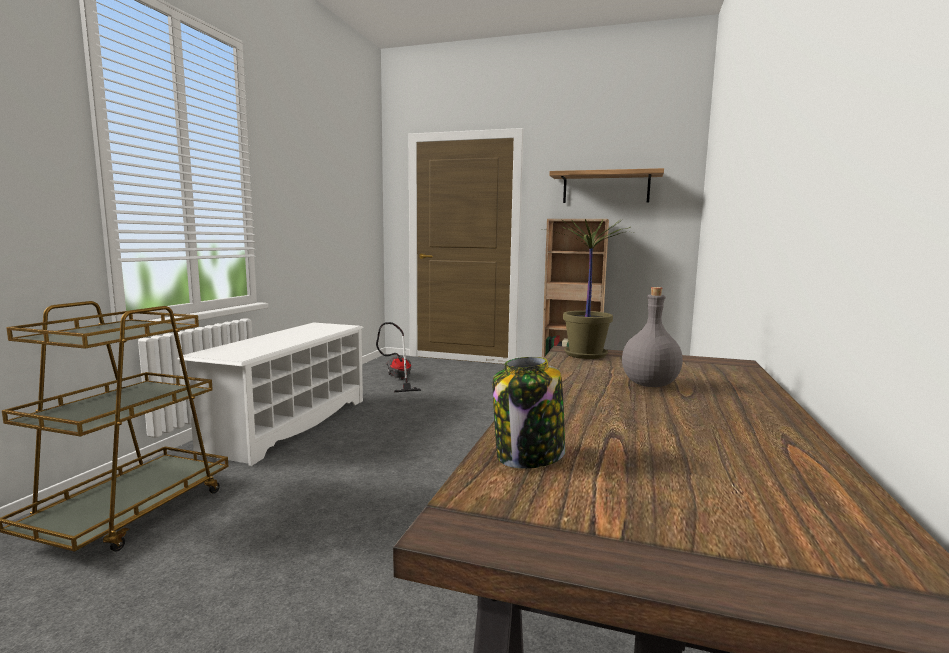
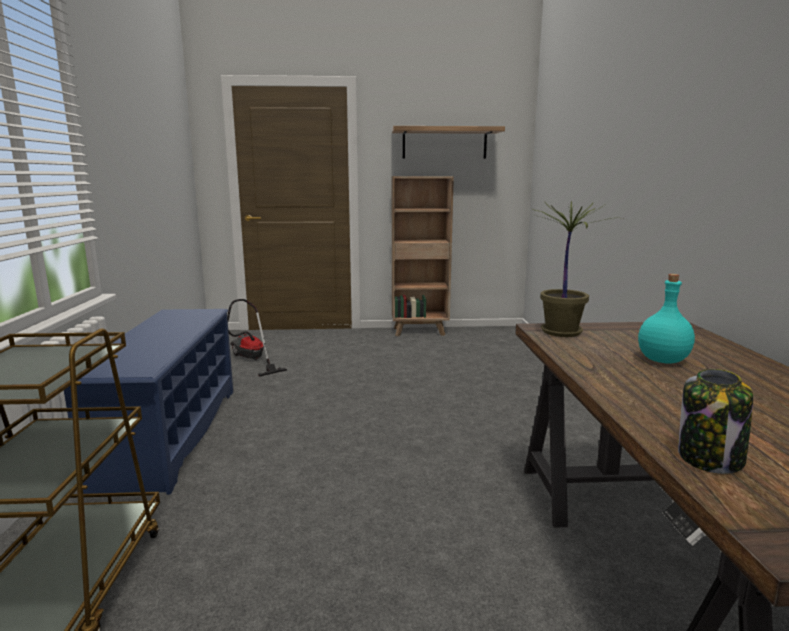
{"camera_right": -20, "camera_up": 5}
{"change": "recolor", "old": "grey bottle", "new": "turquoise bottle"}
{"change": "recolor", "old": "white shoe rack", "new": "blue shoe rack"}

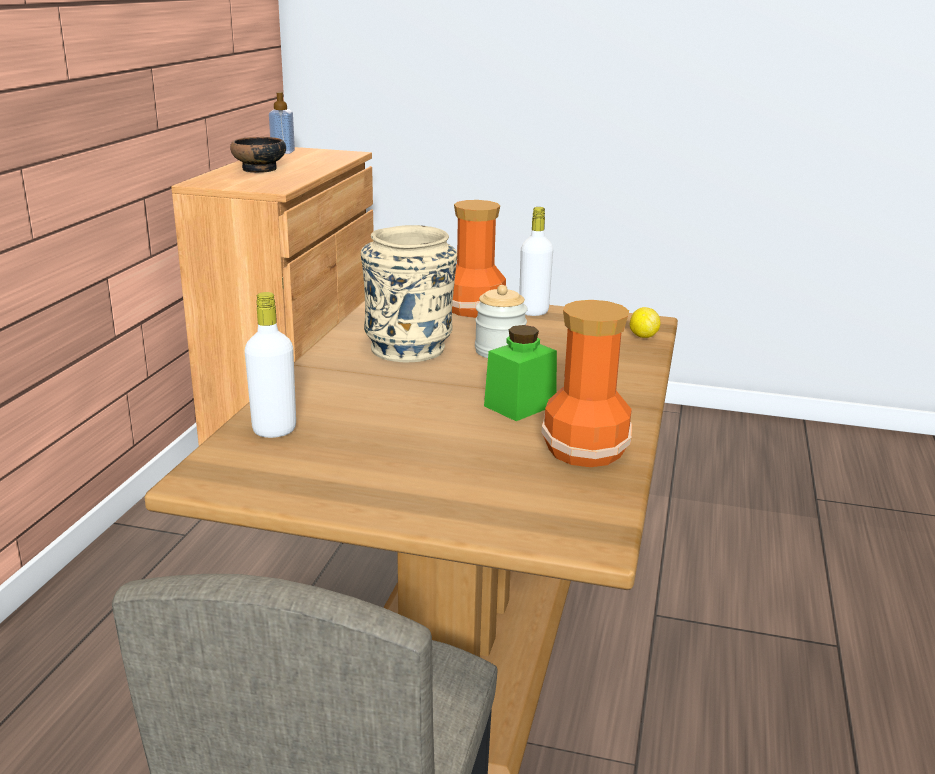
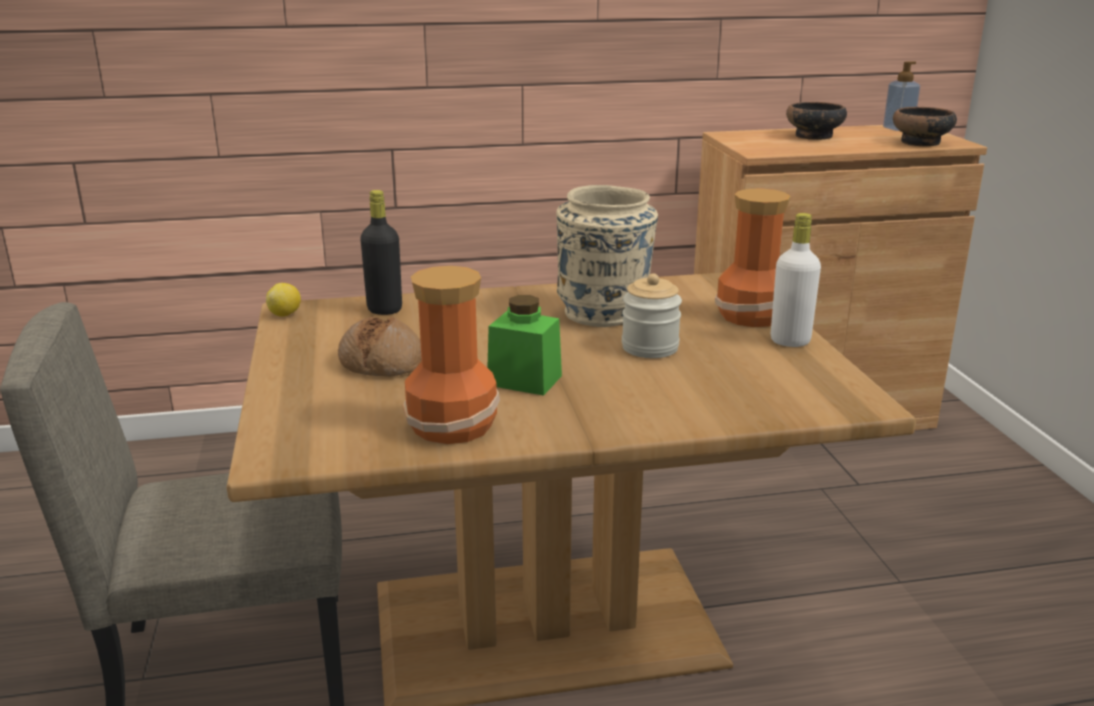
{"camera_right": 65, "camera_up": 0}
{"change": "recolor", "old": "white bottle (1st from left)", "new": "black bottle"}
{"change": "move", "old": "lemon"}
{"change": "insert", "new": "bowl (2nd from left)"}
{"change": "insert", "new": "bread"}

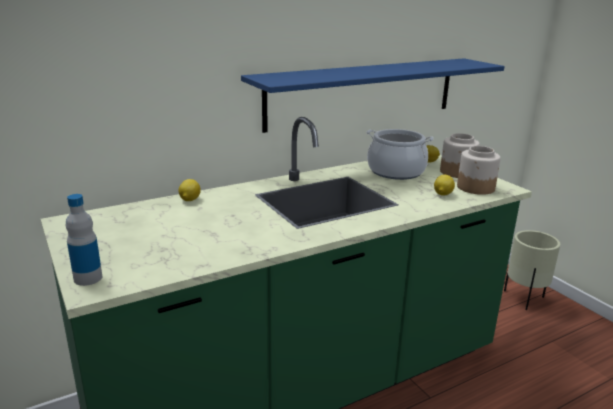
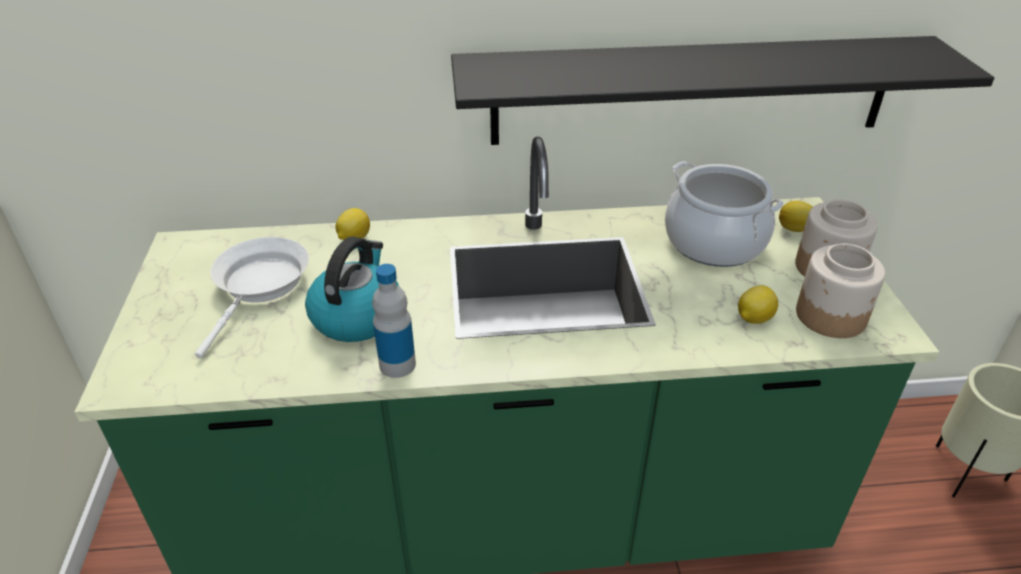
{"camera_right": 25, "camera_up": 15}
{"change": "recolor", "old": "blue shelf", "new": "black shelf"}
{"change": "move", "old": "bottle"}
{"change": "insert", "new": "white frying pan"}
{"change": "insert", "new": "kettle"}

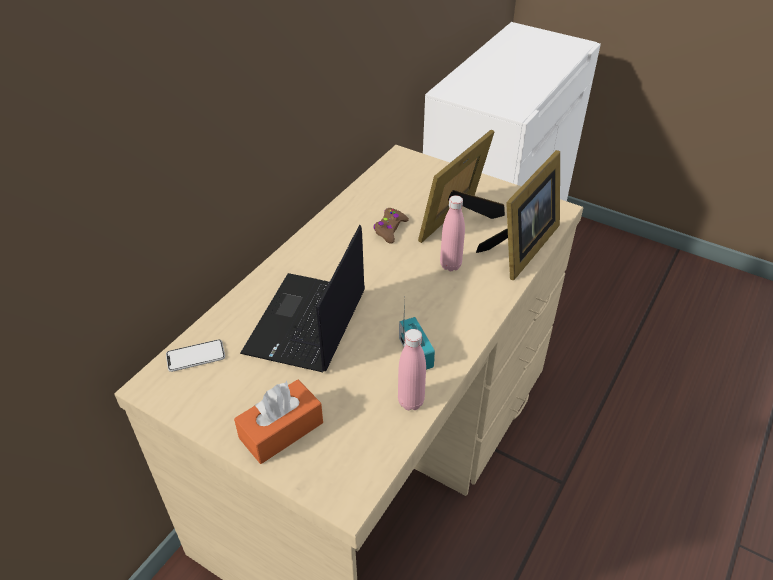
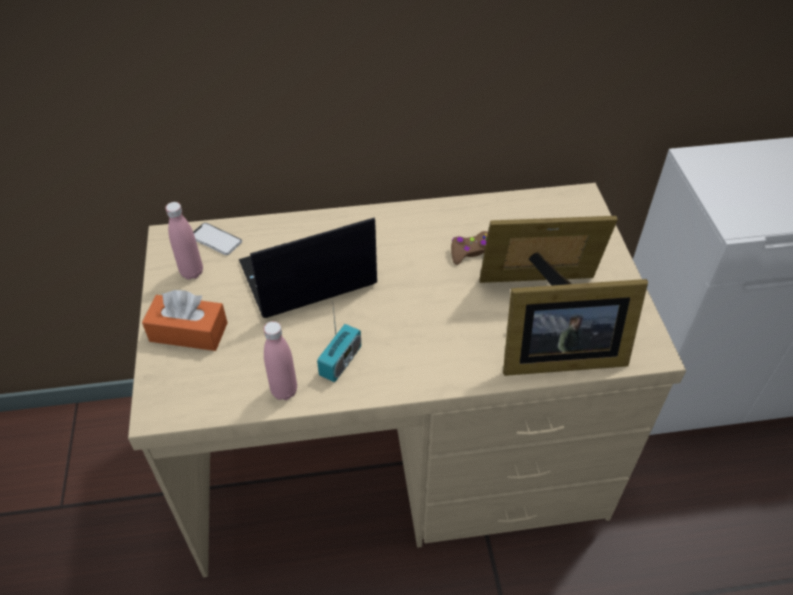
{"camera_right": 50, "camera_up": 5}
{"change": "move", "old": "pink bottle (2nd from left in the first image)", "new": "pink bottle (1st from left)"}

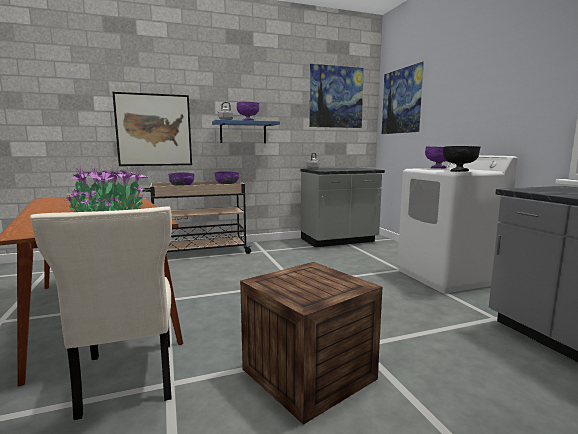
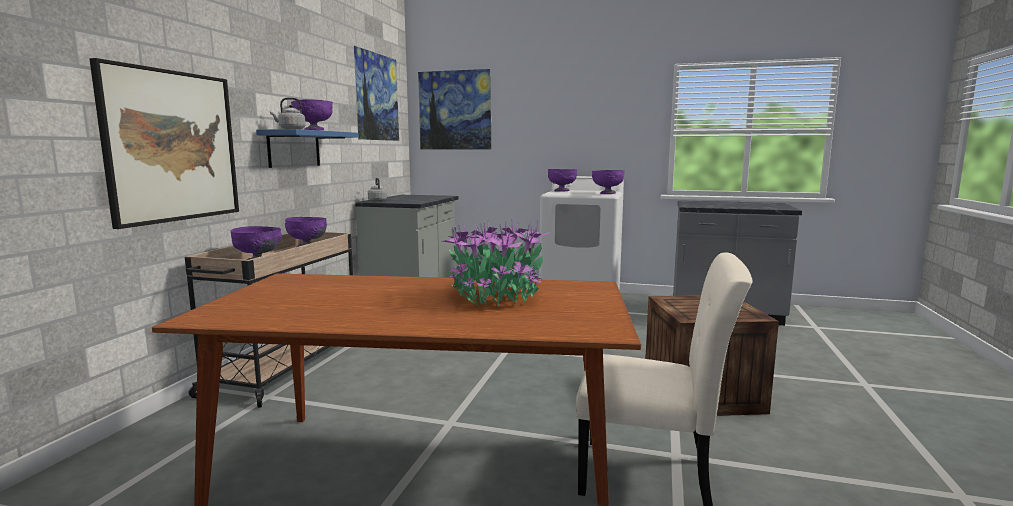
{"camera_right": -55, "camera_up": 0}
{"change": "recolor", "old": "black bowl", "new": "purple bowl (5th from left)"}

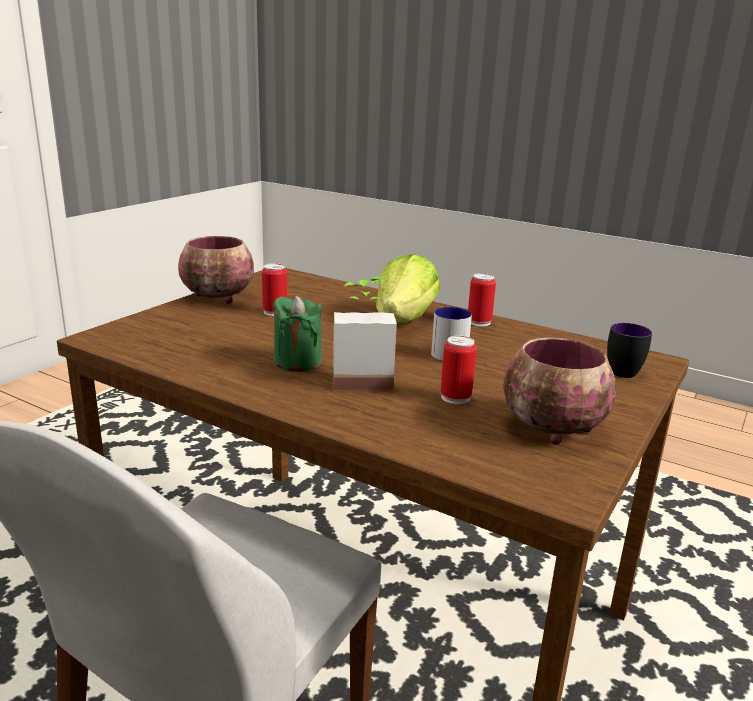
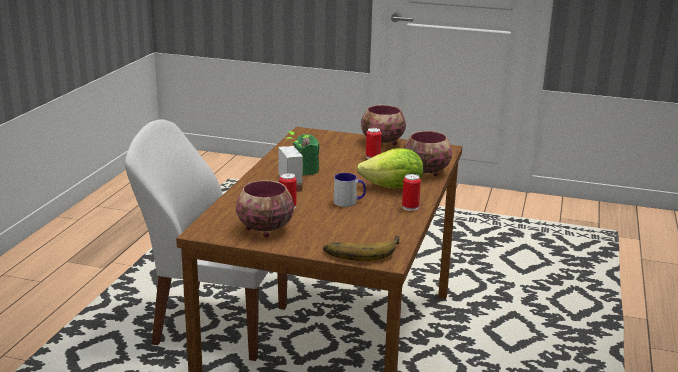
{"camera_right": 75, "camera_up": 0}
{"change": "replace", "old": "mug (2nd from left)", "new": "banana"}
{"change": "insert", "new": "bowl (3rd from left)"}

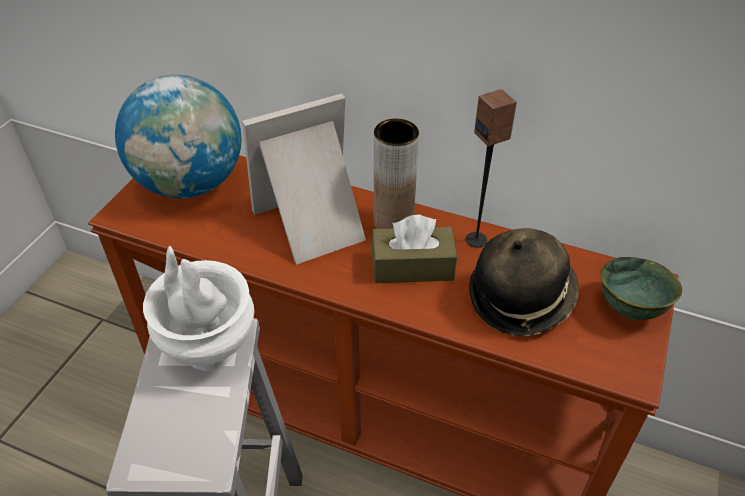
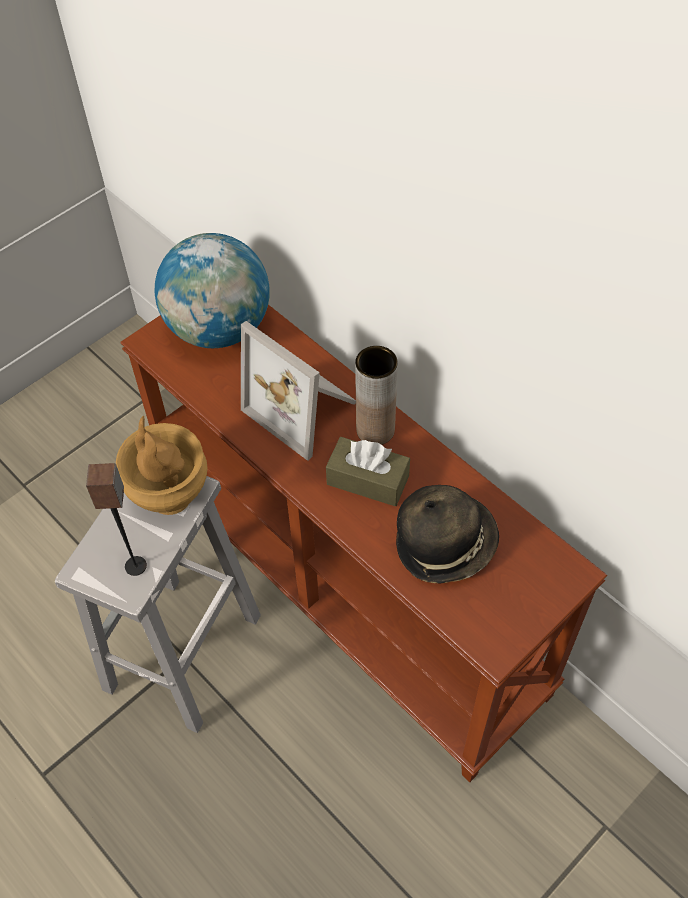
{"camera_right": 25, "camera_up": 10}
{"change": "move", "old": "speaker"}
{"change": "rotate", "old": "picture frame", "degrees": -135}
{"change": "recolor", "old": "white vase", "new": "brown vase (1st from left)"}
{"change": "delete", "old": "green bowl"}

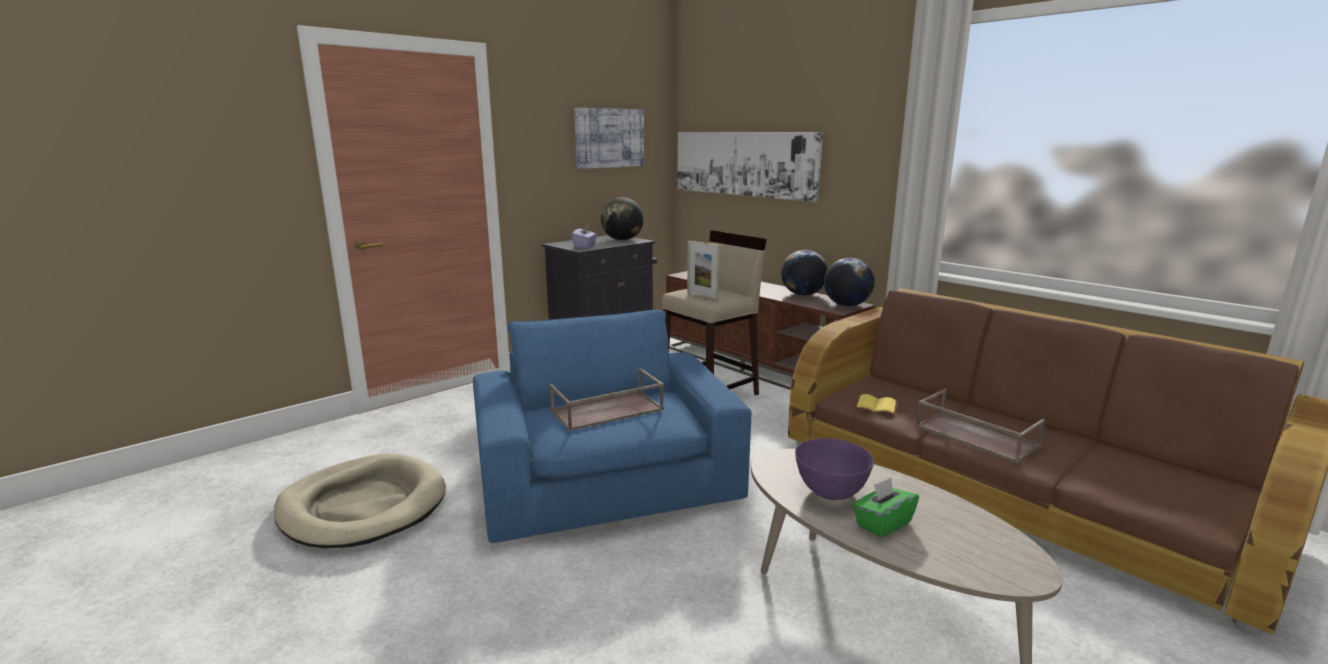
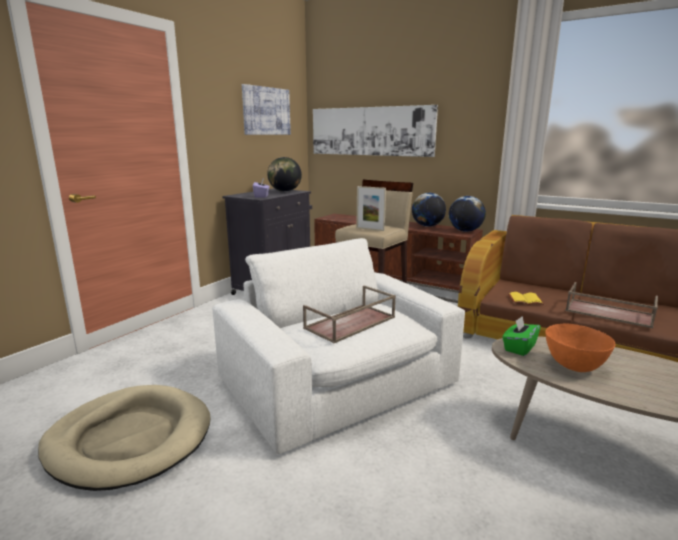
{"camera_right": -15, "camera_up": 0}
{"change": "recolor", "old": "blue armchair", "new": "white armchair"}
{"change": "recolor", "old": "purple bowl", "new": "orange bowl"}
{"change": "move", "old": "green tissue box"}

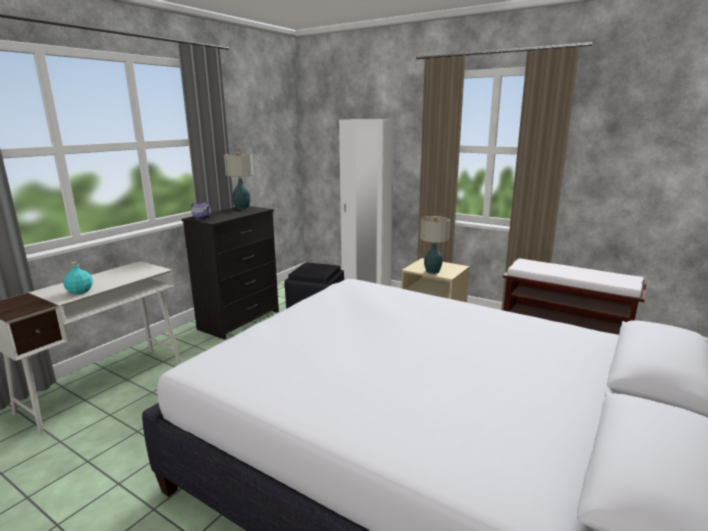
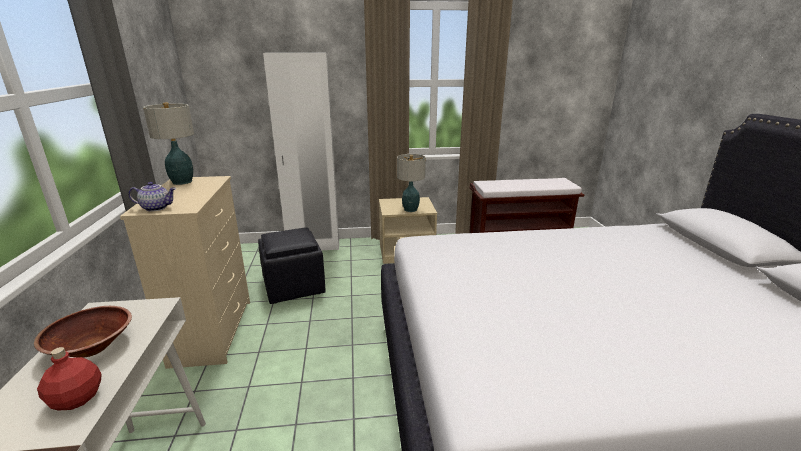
{"camera_right": -40, "camera_up": 5}
{"change": "recolor", "old": "black dresser", "new": "beige dresser"}
{"change": "recolor", "old": "turquoise bottle", "new": "red bottle"}
{"change": "insert", "new": "brown bowl"}

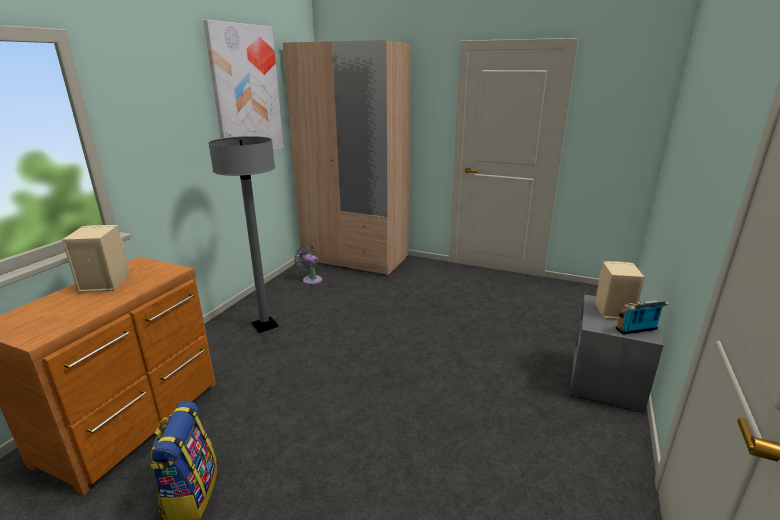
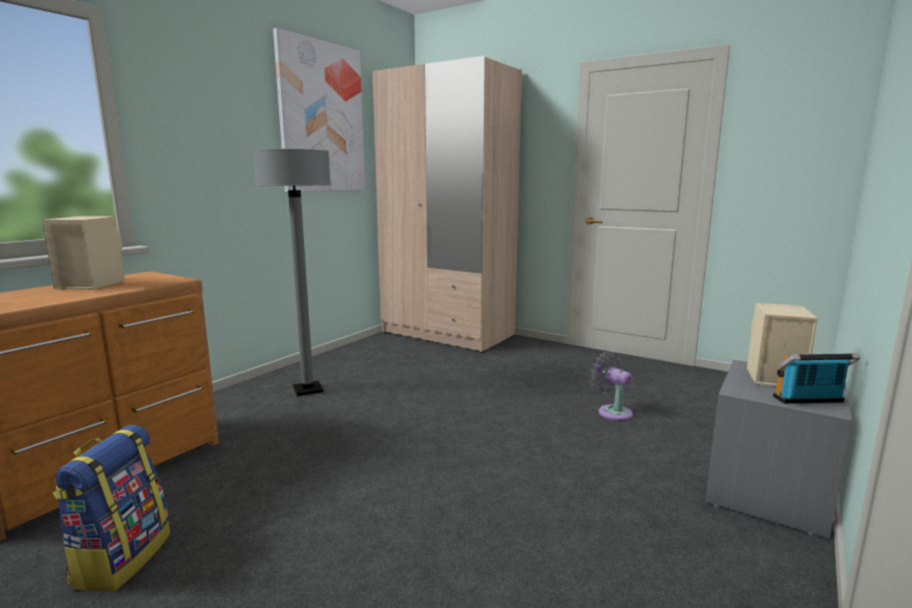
{"camera_right": 10, "camera_up": -10}
{"change": "move", "old": "grey fan"}

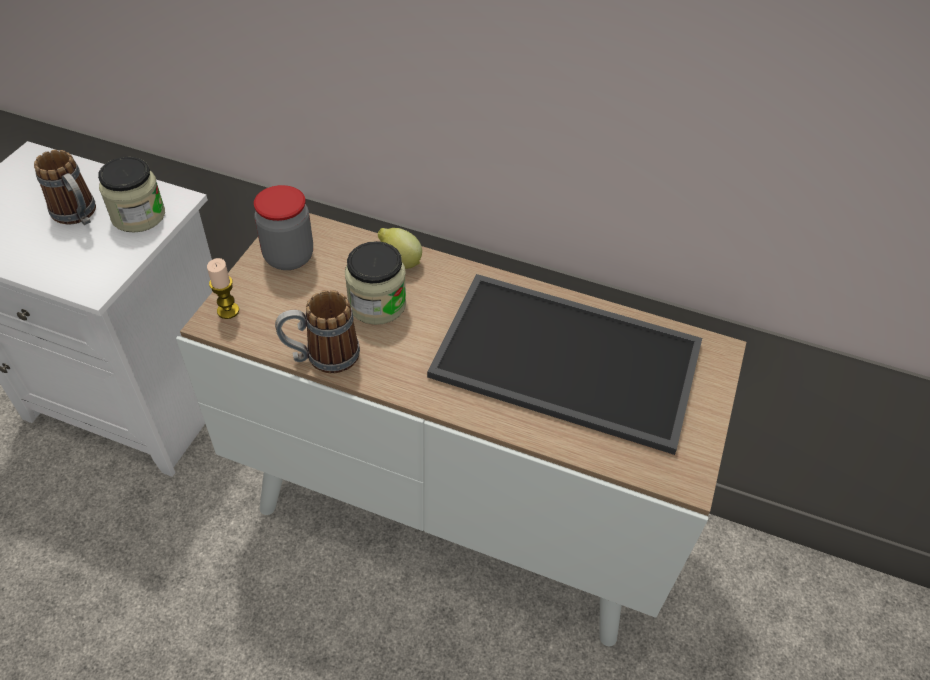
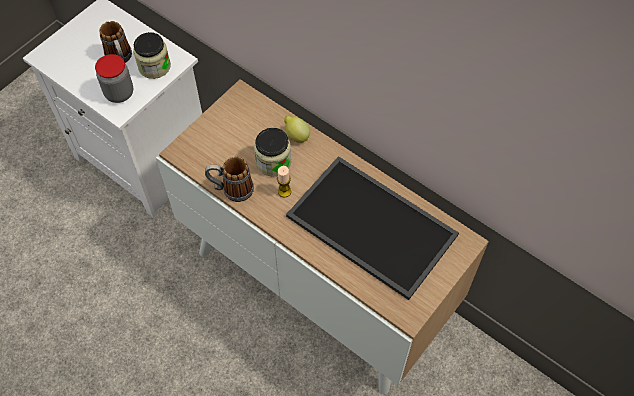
{"camera_right": 20, "camera_up": 10}
{"change": "move", "old": "jar (2nd from left in the first image)", "new": "jar (1st from left)"}
{"change": "move", "old": "candle"}

